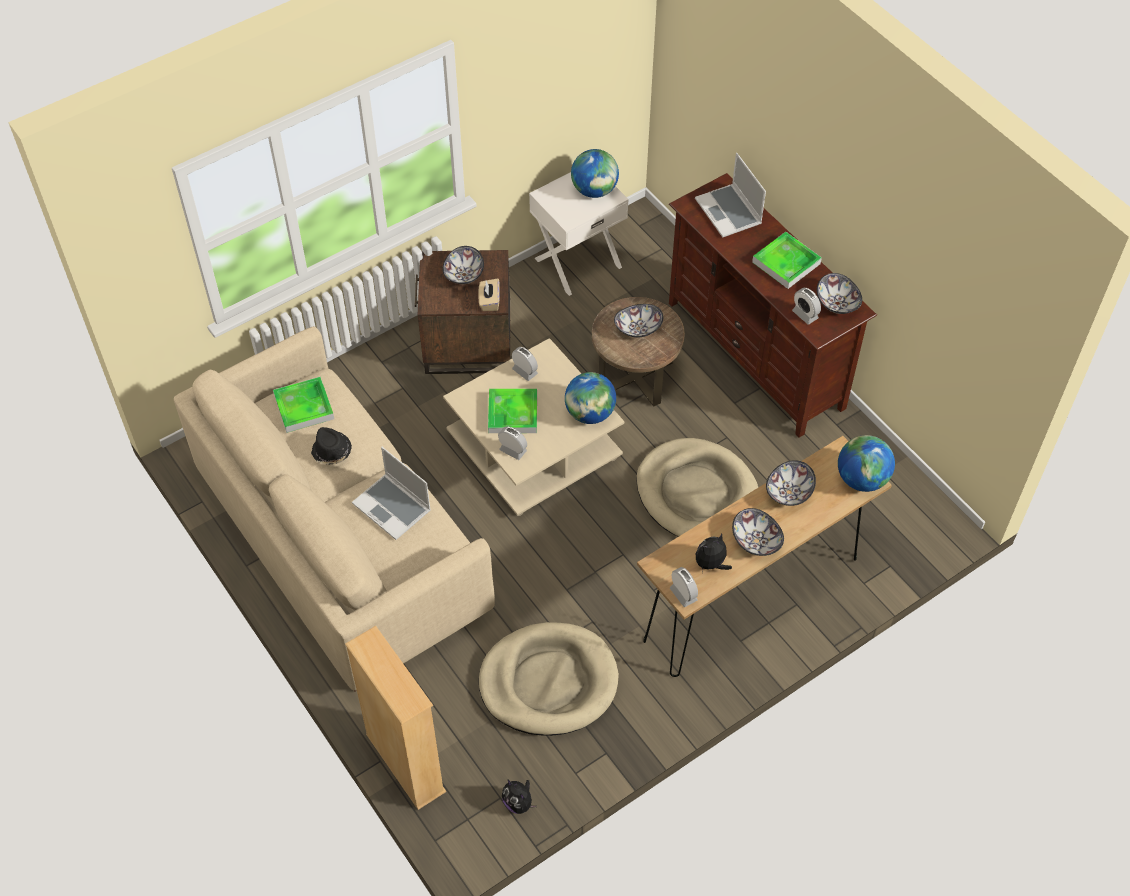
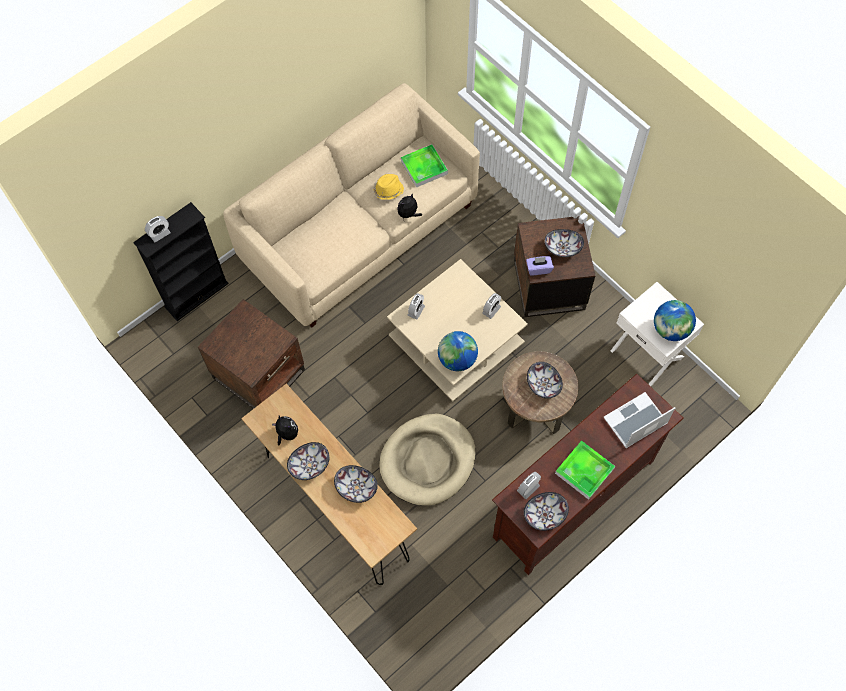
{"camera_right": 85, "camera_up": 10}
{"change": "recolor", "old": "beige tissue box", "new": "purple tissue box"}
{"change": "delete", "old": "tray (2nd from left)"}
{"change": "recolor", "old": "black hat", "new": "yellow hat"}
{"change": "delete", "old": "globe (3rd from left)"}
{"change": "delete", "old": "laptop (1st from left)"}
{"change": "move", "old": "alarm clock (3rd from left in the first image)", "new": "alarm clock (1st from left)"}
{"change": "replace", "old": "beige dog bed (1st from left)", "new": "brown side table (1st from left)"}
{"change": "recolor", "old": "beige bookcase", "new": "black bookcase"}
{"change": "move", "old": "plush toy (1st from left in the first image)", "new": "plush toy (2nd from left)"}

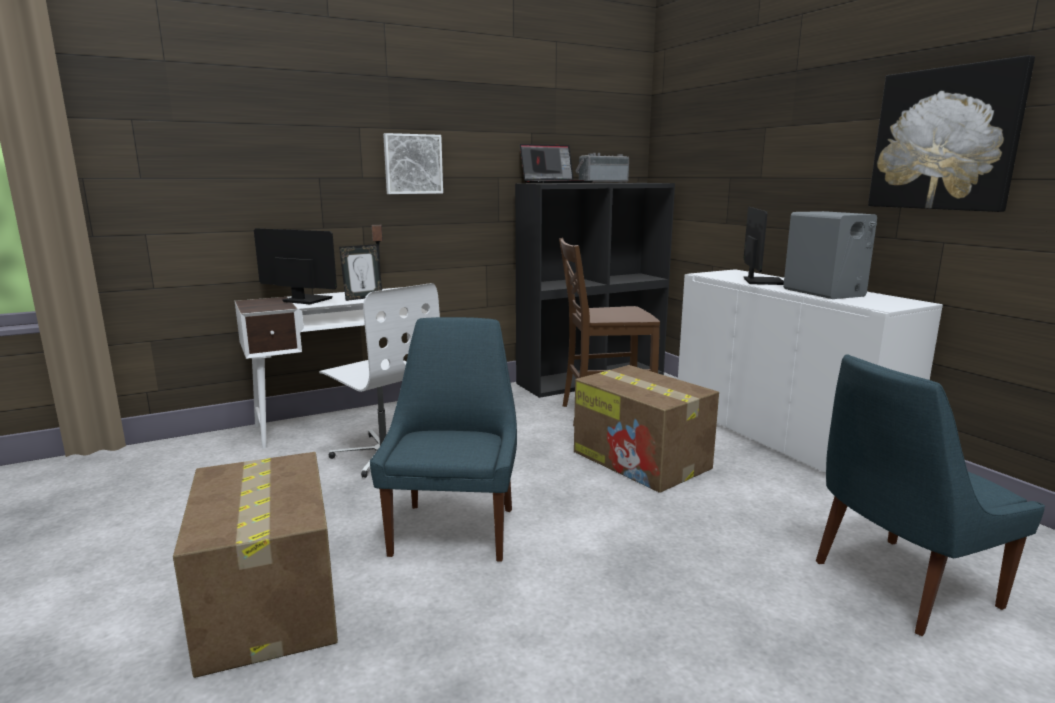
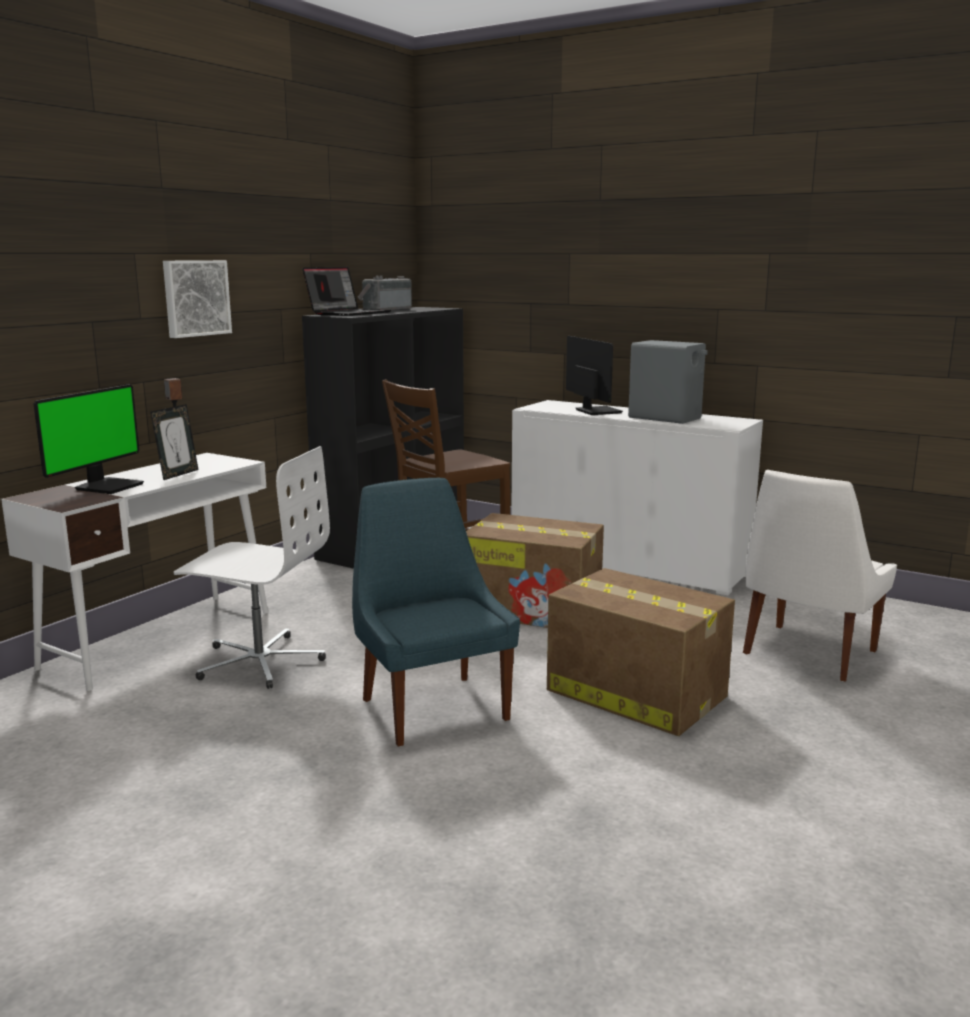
{"camera_right": -30, "camera_up": 0}
{"change": "delete", "old": "picture (2nd from left)"}
{"change": "rotate", "old": "monitor (1st from left)", "degrees": 120}
{"change": "recolor", "old": "blue chair (2nd from left)", "new": "white chair"}
{"change": "move", "old": "cardboard box (1st from left in the first image)", "new": "cardboard box (2nd from left)"}

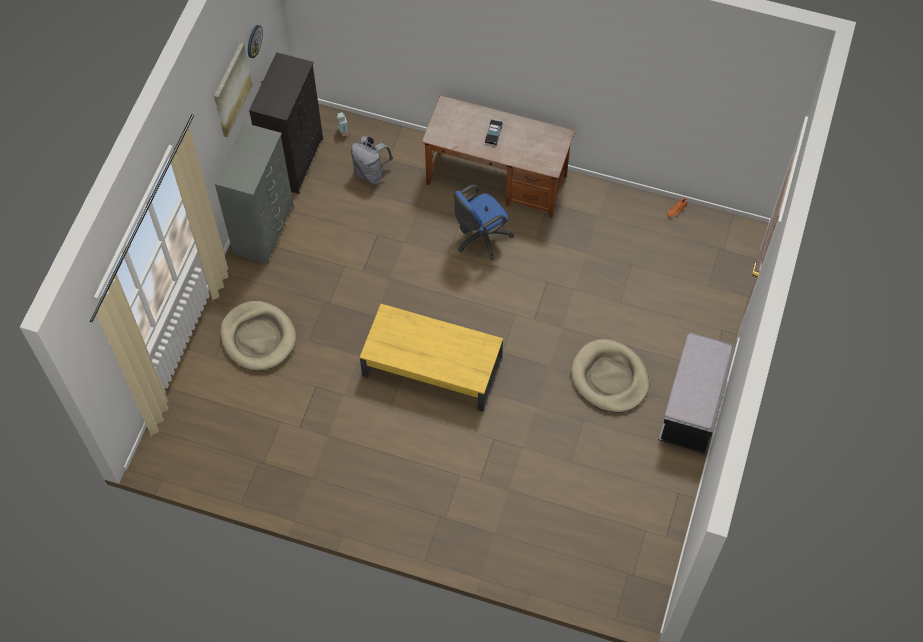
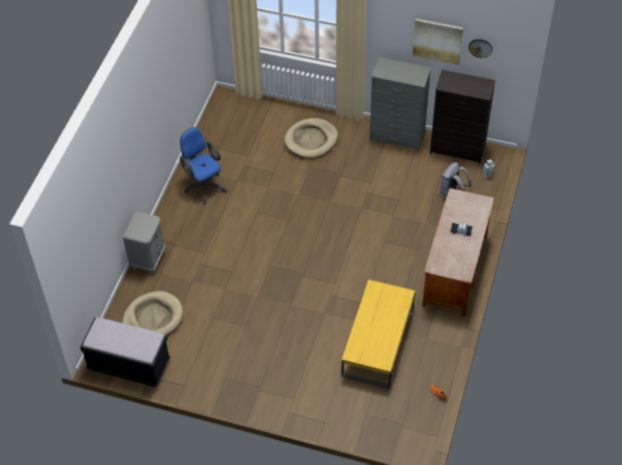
{"camera_right": 90, "camera_up": -10}
{"change": "move", "old": "blue office chair"}
{"change": "move", "old": "yellow coffee table"}
{"change": "move", "old": "black bench"}
{"change": "move", "old": "beige dog bed (2nd from left in the first image)", "new": "beige dog bed (1st from left)"}
{"change": "insert", "new": "grey nightstand"}

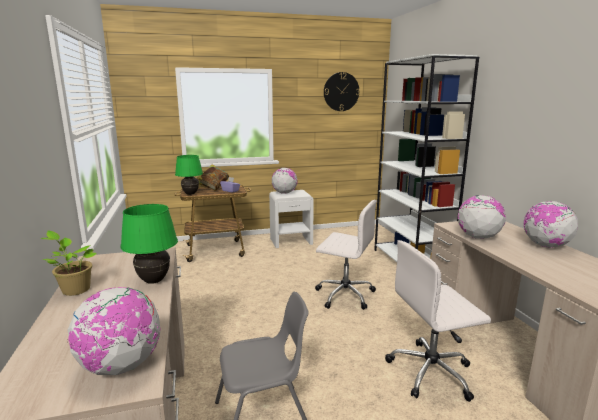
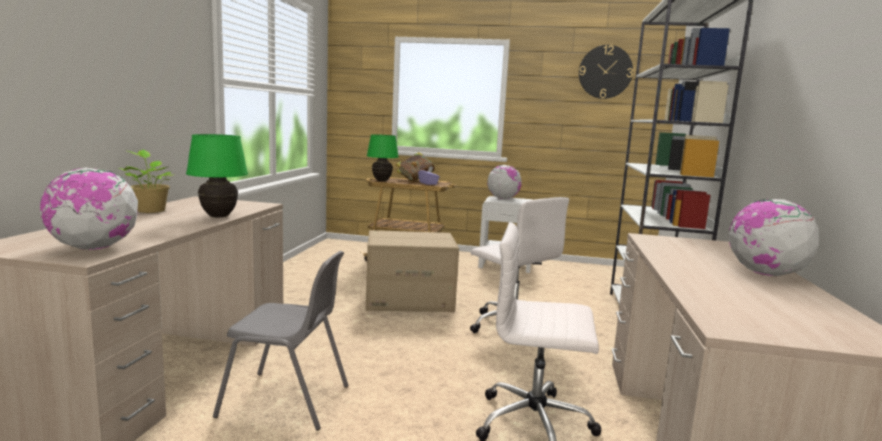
{"camera_right": 25, "camera_up": -5}
{"change": "delete", "old": "globe (3rd from left)"}
{"change": "insert", "new": "cardboard box"}

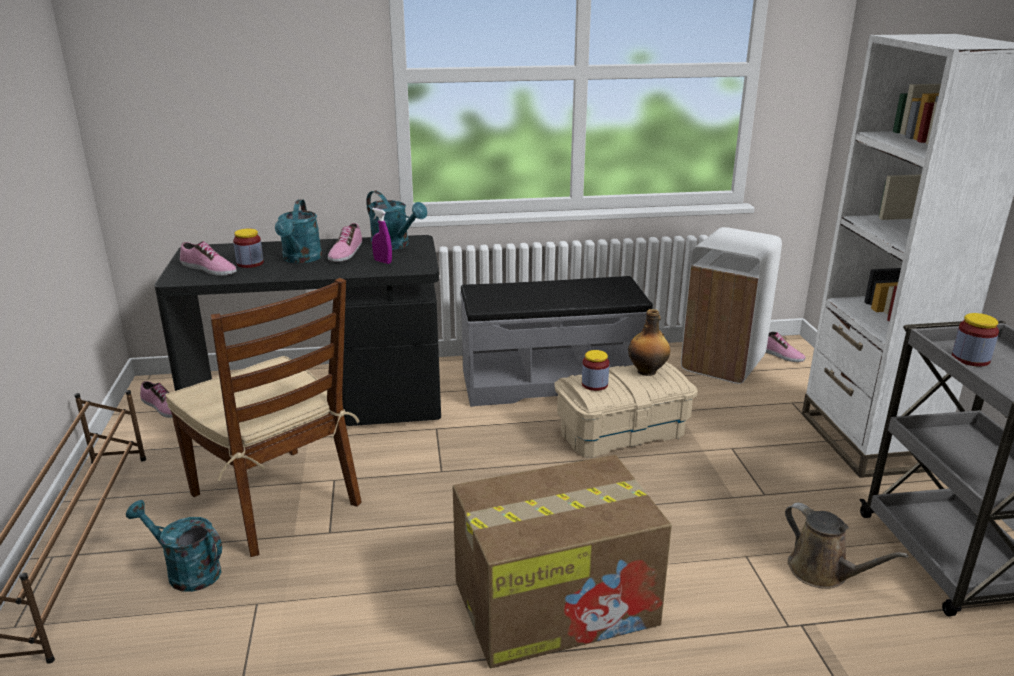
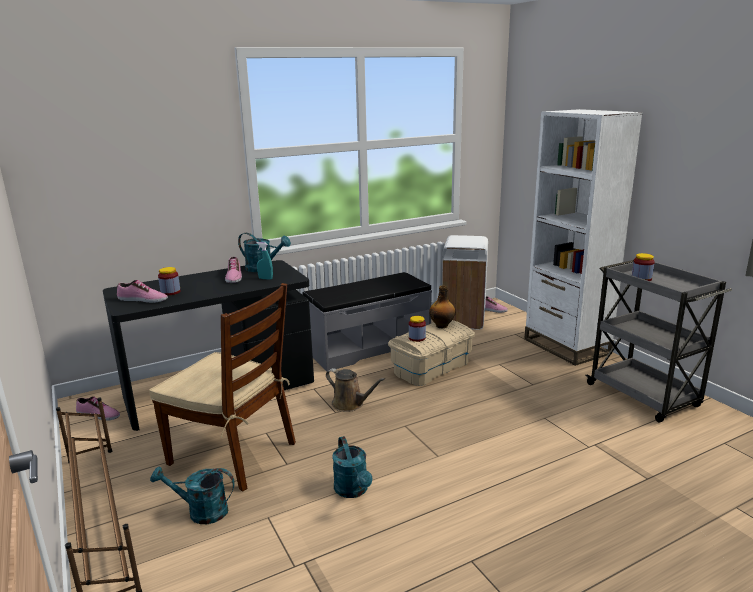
{"camera_right": -20, "camera_up": -5}
{"change": "move", "old": "turquoise watering can (2nd from left in the first image)", "new": "turquoise watering can (3rd from left)"}
{"change": "recolor", "old": "purple spray bottle", "new": "turquoise spray bottle"}
{"change": "delete", "old": "cardboard box"}
{"change": "move", "old": "brown watering can"}

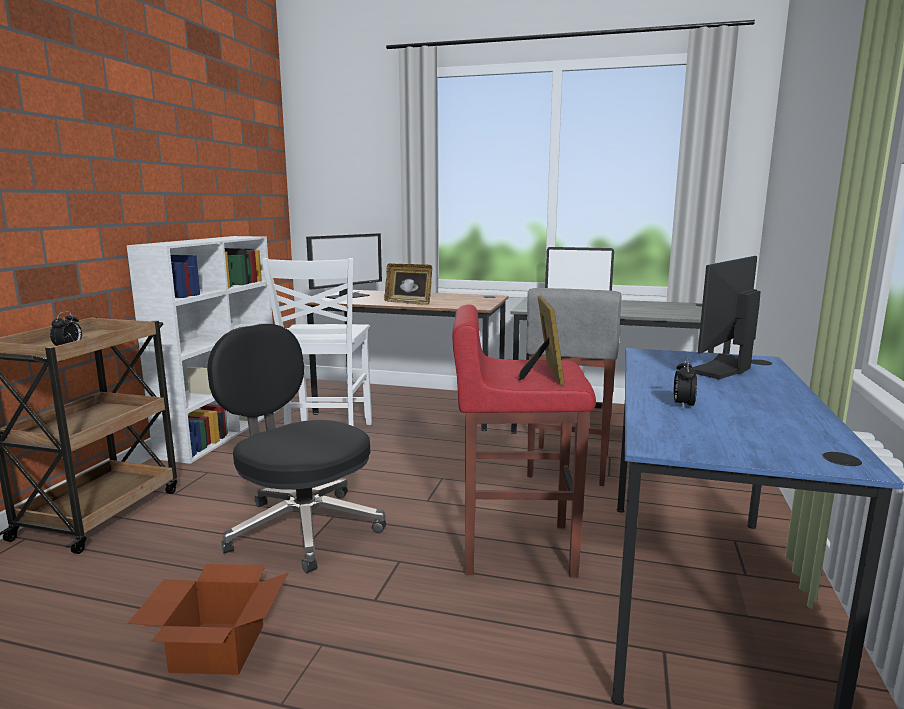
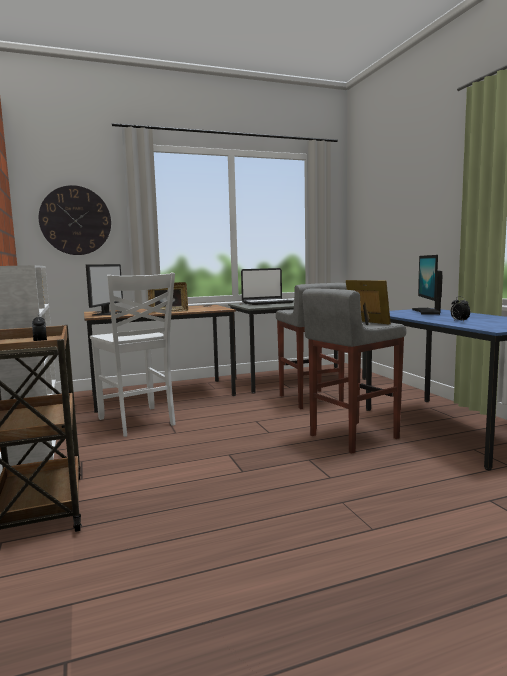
{"camera_right": -35, "camera_up": -5}
{"change": "recolor", "old": "red stool", "new": "grey stool (2nd from left)"}
{"change": "delete", "old": "black office chair"}
{"change": "delete", "old": "cardboard box"}
{"change": "insert", "new": "wall clock"}

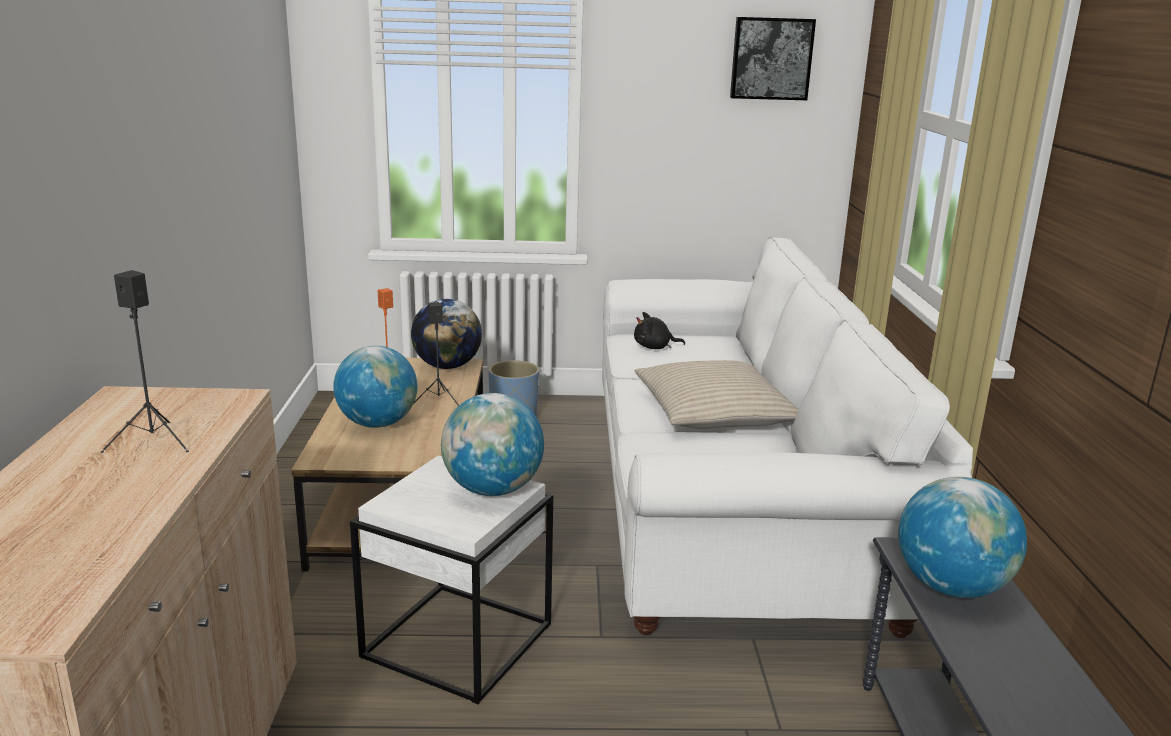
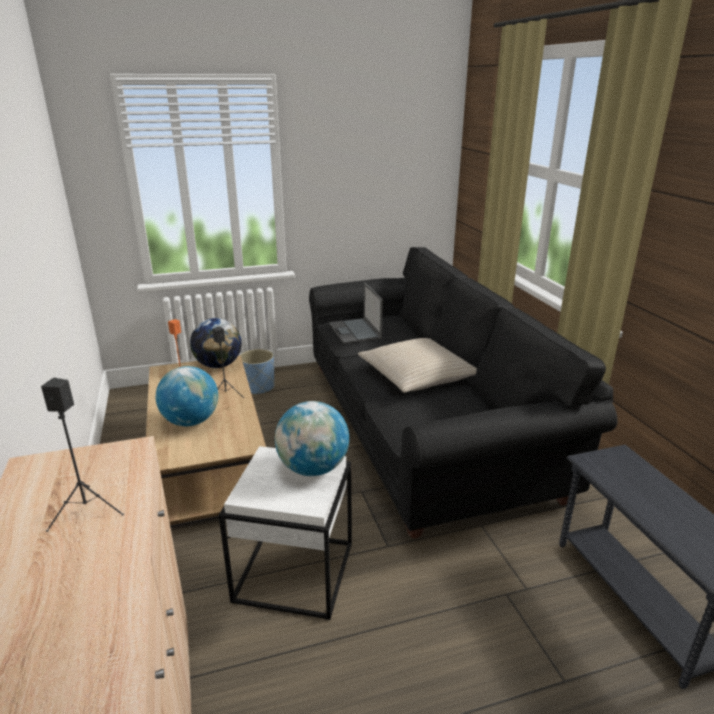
{"camera_right": -15, "camera_up": 5}
{"change": "delete", "old": "picture"}
{"change": "recolor", "old": "white sofa", "new": "black sofa"}
{"change": "replace", "old": "black plush toy", "new": "laptop"}
{"change": "delete", "old": "globe (4th from left)"}

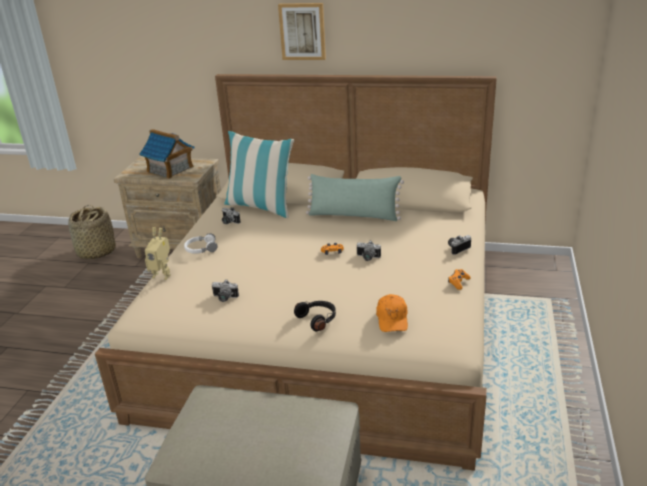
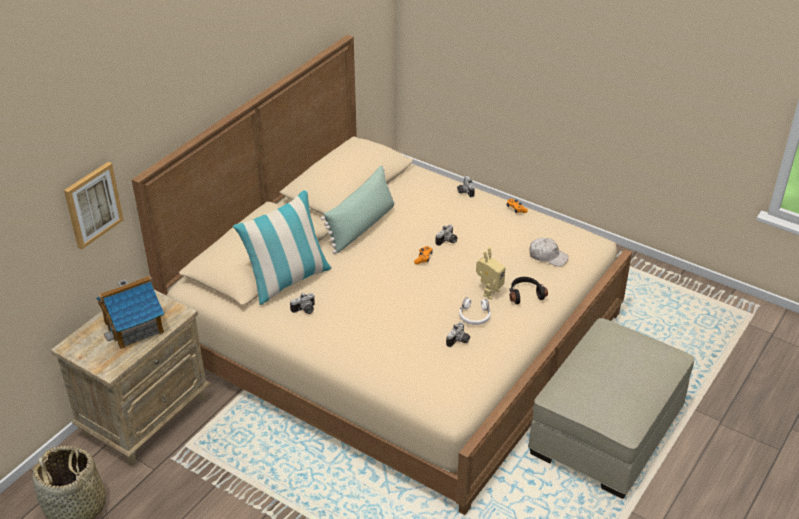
{"camera_right": -70, "camera_up": 10}
{"change": "move", "old": "picture"}
{"change": "move", "old": "toy robot"}
{"change": "move", "old": "white headphones"}
{"change": "recolor", "old": "orange cap", "new": "white cap"}

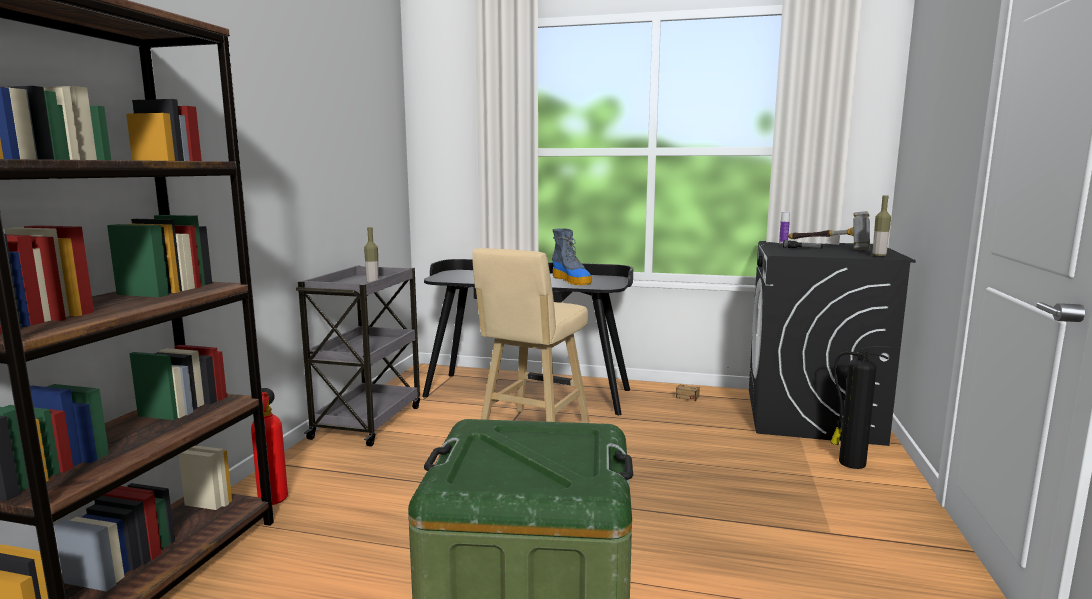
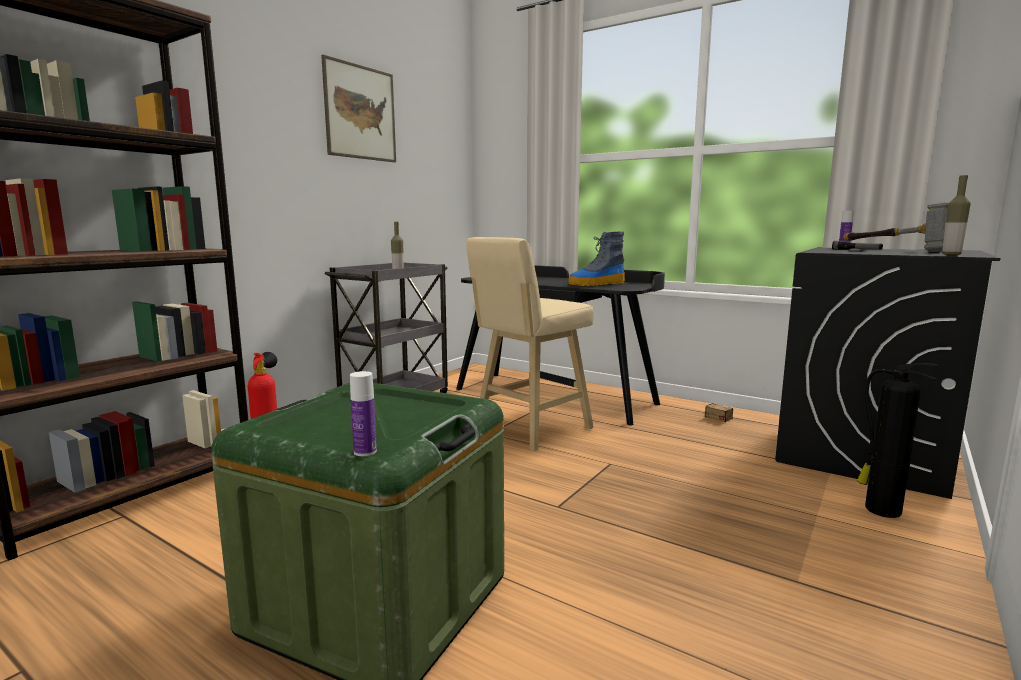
{"camera_right": 20, "camera_up": 0}
{"change": "rotate", "old": "boot", "degrees": 75}
{"change": "insert", "new": "picture"}
{"change": "insert", "new": "bottle (1st from left)"}

